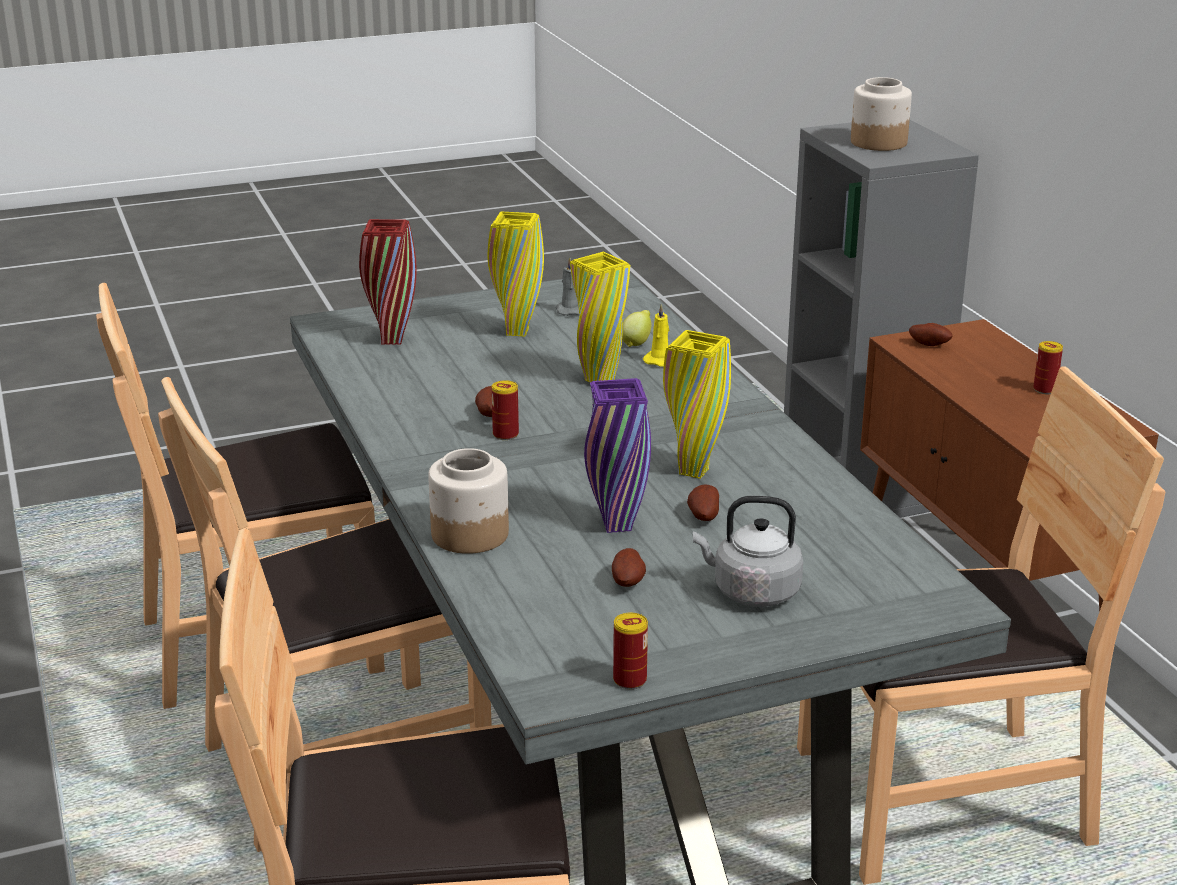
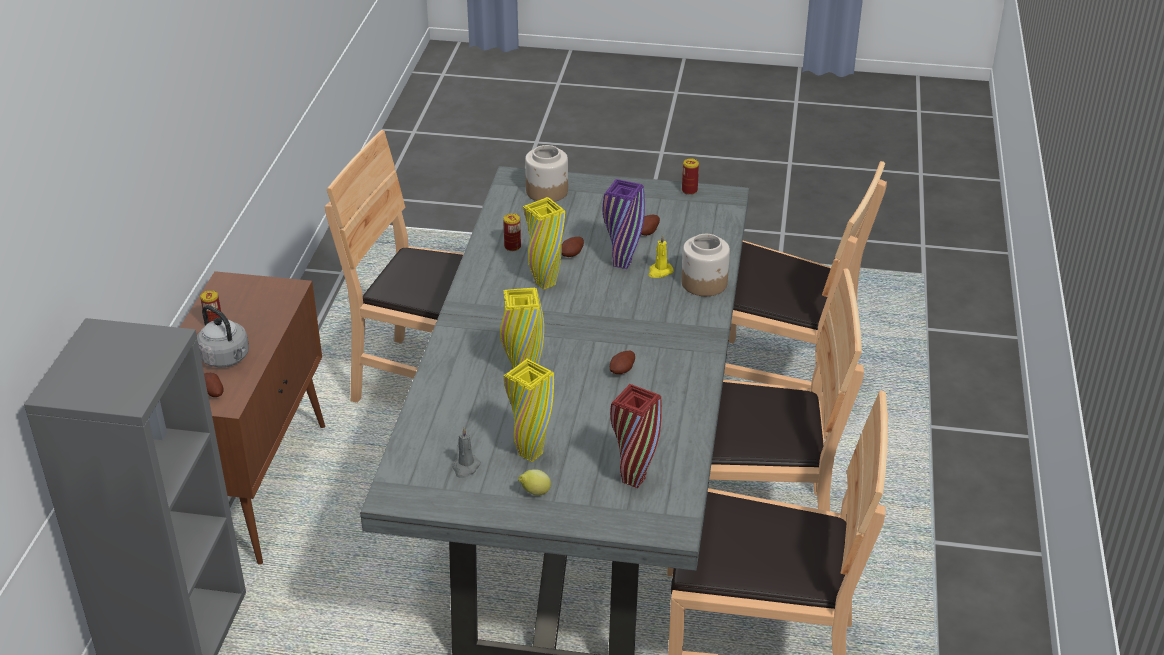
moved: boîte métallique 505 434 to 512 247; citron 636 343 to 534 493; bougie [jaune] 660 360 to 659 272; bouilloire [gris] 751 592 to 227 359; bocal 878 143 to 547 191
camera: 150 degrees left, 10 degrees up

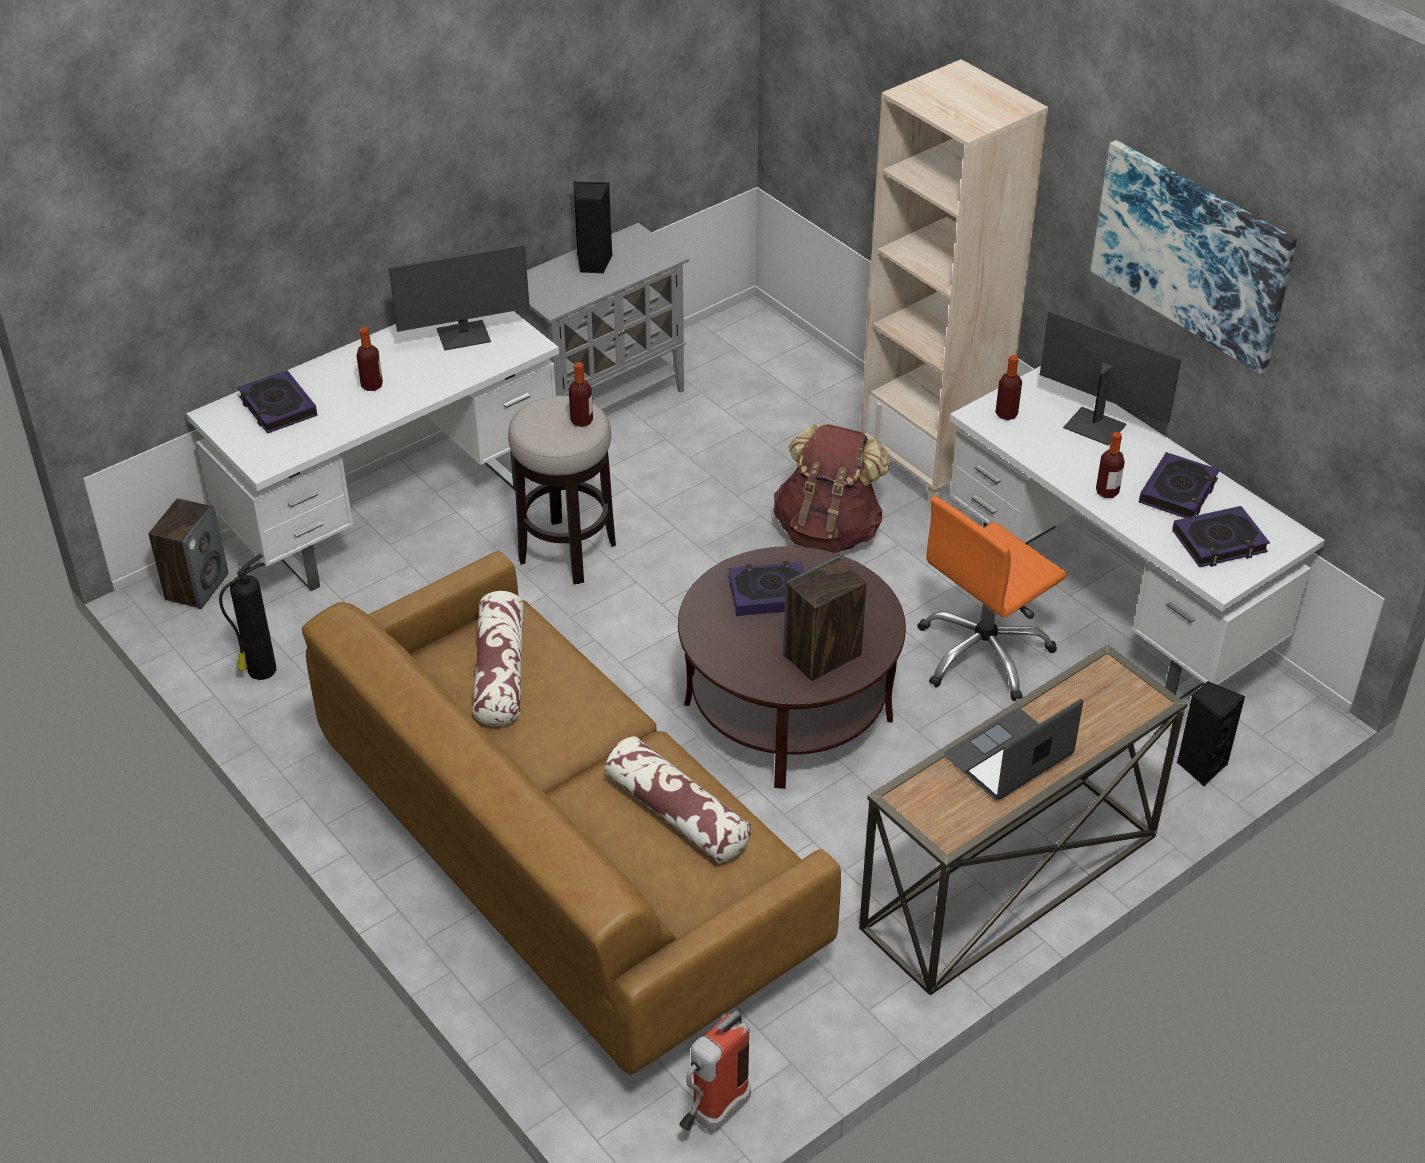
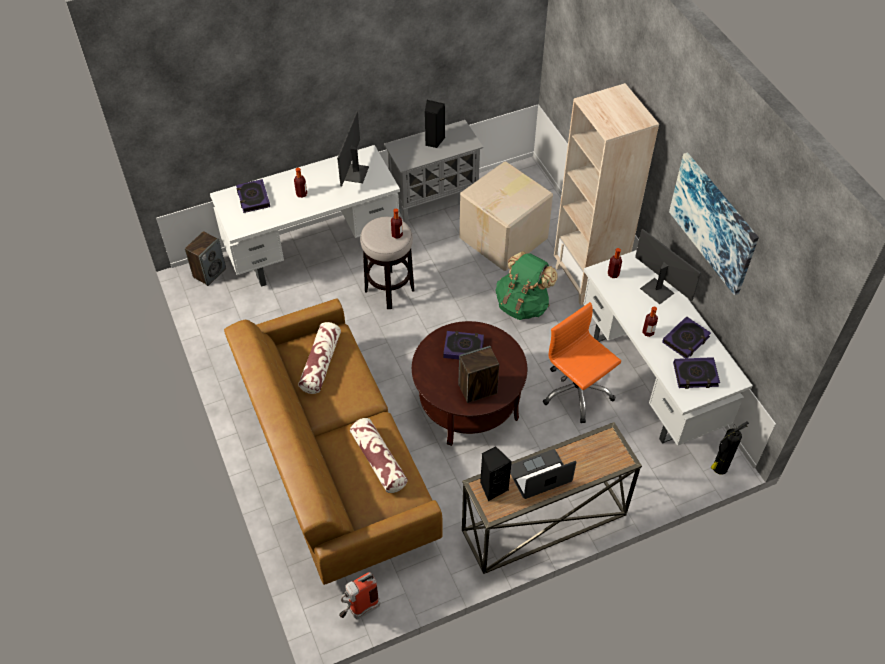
added: carton 505 238
moved: extincteur 260 671 to 719 468; enceinte [noir] 1200 766 to 493 487
recoloured: sac à dos [marron] 828 531 to sac à dos [vert] 523 304
turned: écran d'ordinateur 464 336 = 355 173 105 degrees clockwise; chaise de bureau [orange] 983 654 = 576 392 75 degrees clockwise
camera: 15 degrees right, 10 degrees up

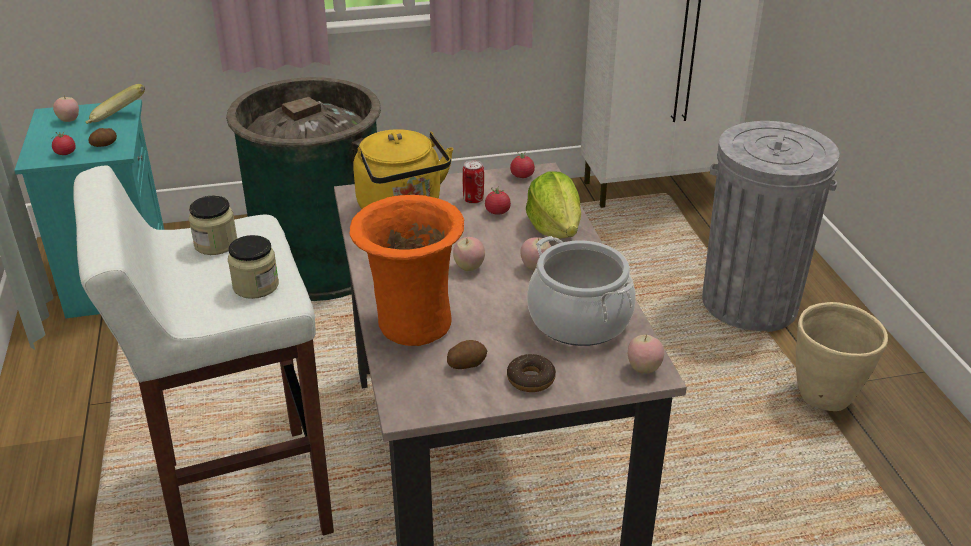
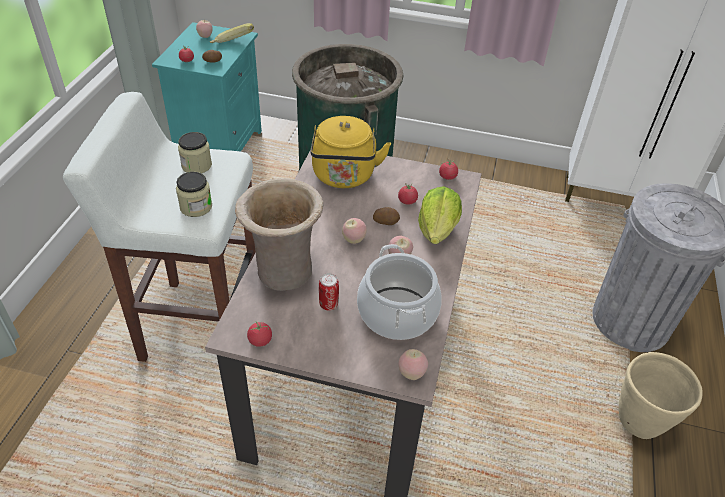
removed: beignet 531 379
added: tomate 260 340
moved: pomme de terre 466 364 to 385 221; boîte métallique 473 200 to 328 304
recoloured: vase [orange] 411 324 to vase [beige] 282 270
camera: 25 degrees right, 10 degrees up

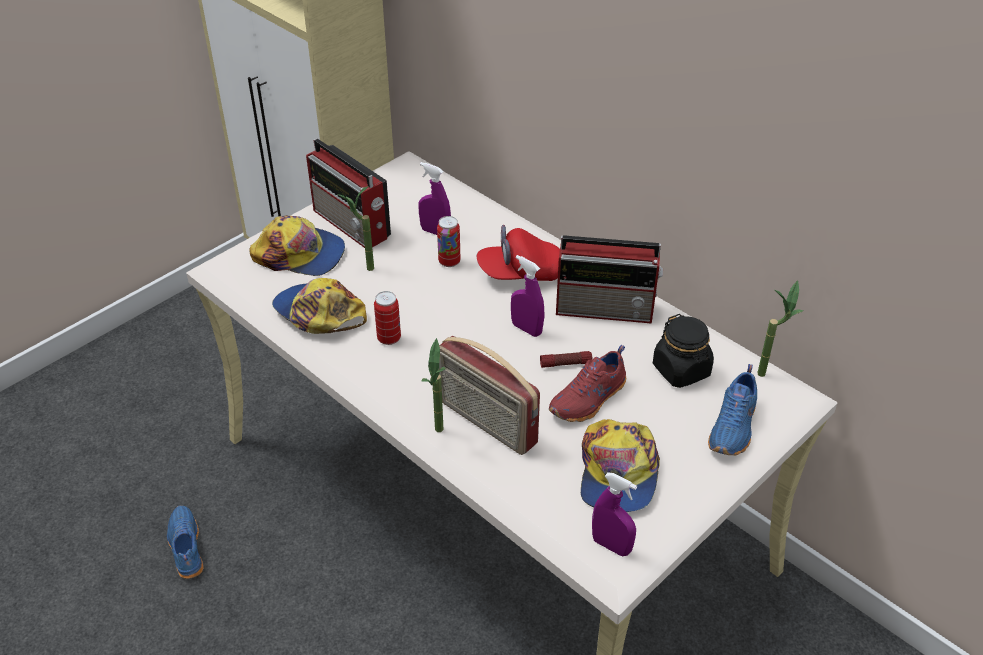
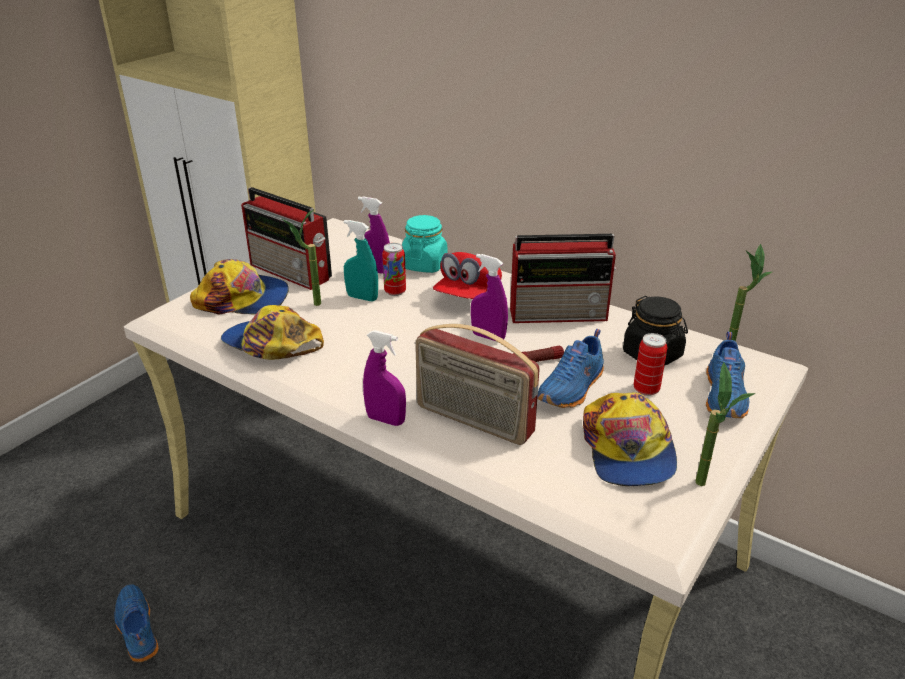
added: vaporisateur [turquoise] 362 298; bocal [turquoise] 424 264
moved: boîte métallique 389 338 to 646 389; plante en pot 440 436 to 706 489; vaporisateur [violet] 611 545 to 385 420
recoloured: chaussure [rouge] 589 400 to chaussure [bleu] 572 389
turned: casquette [rouge] 520 273 = 467 294 45 degrees counterclockwise
camera: 10 degrees left, 10 degrees down

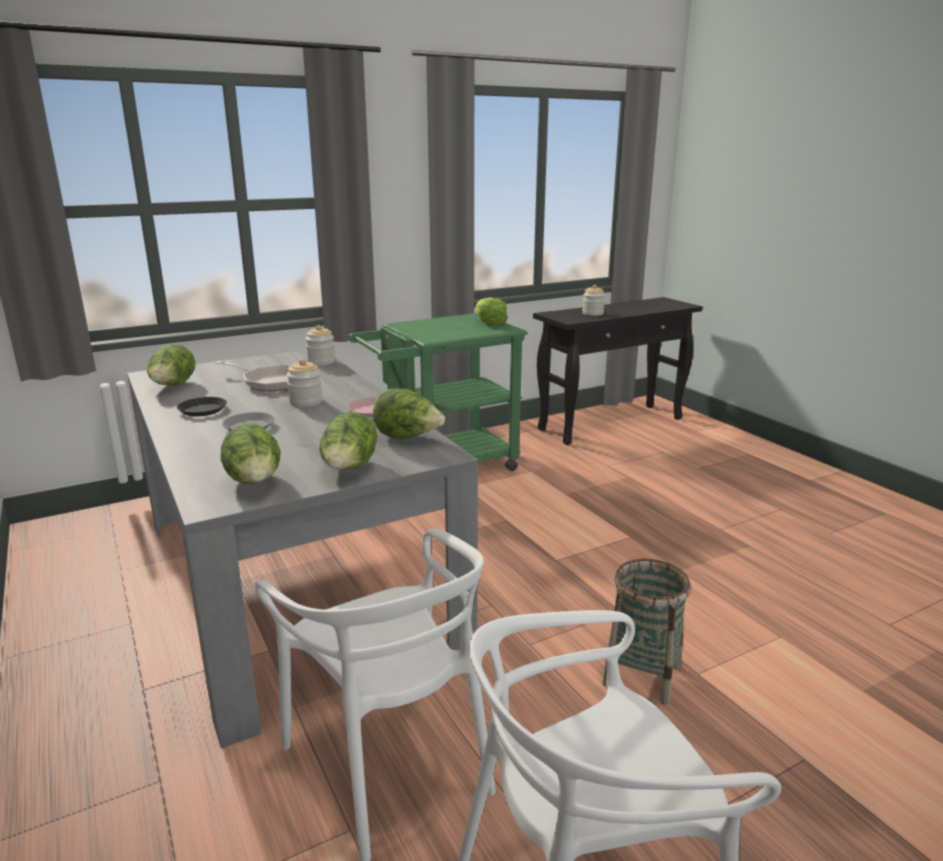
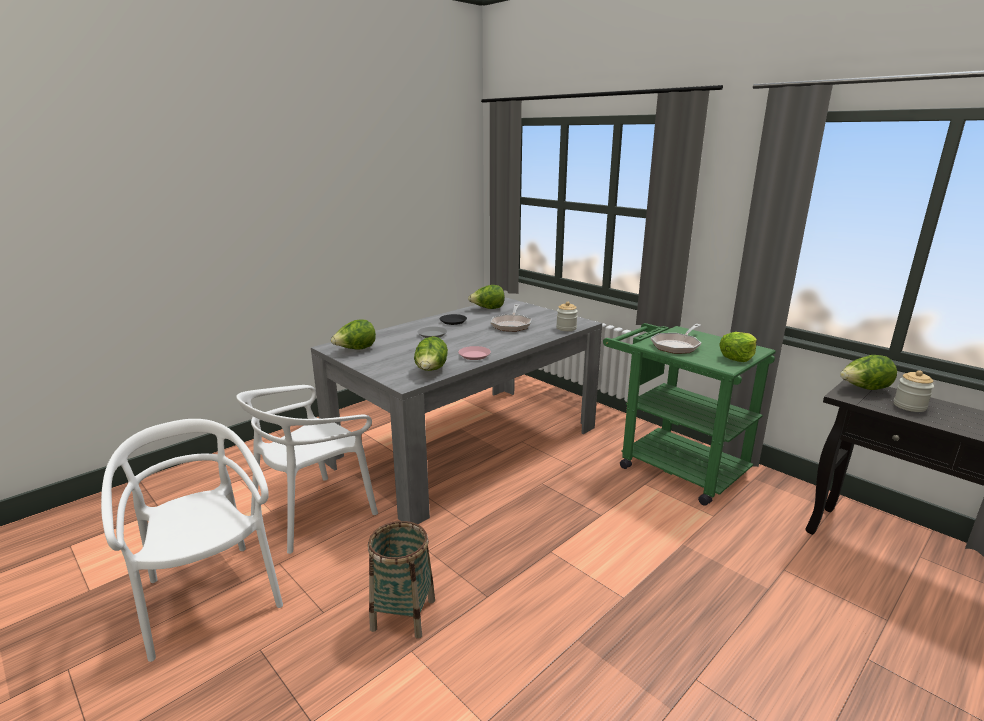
removed: bocal 306 402
added: poêle 677 345
moved: laitue 349 469 to 864 389
camera: 75 degrees right, 0 degrees up

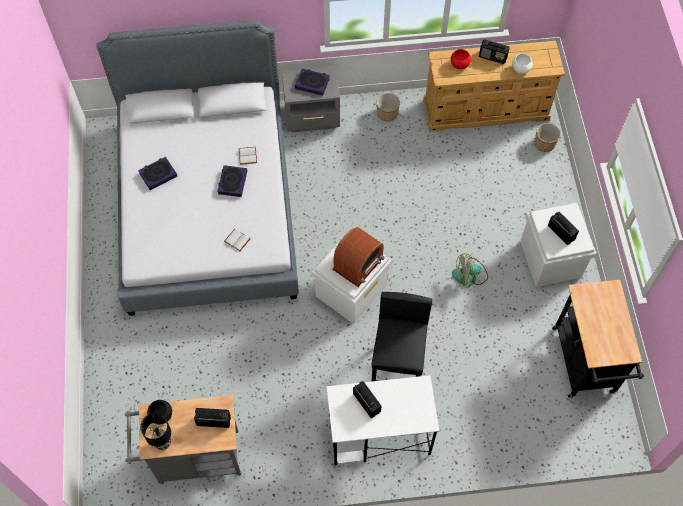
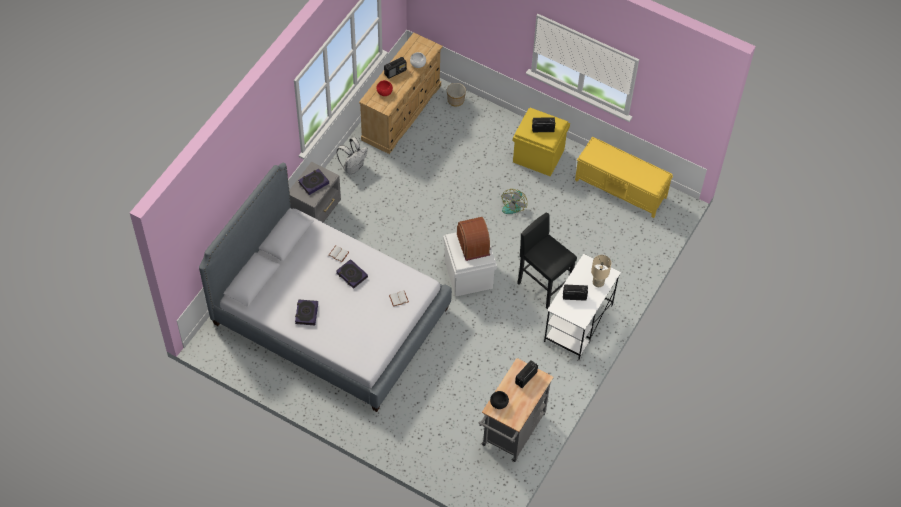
removed: lampe de table [noir] 162 442
added: lampe de table [beige] 598 283
replaced: cache-pot 387 113 to sac à dos [blanc] 353 167; chariot [noir] 585 365 to banc [jaune] 621 188
recoloured: boîte de rangement [blanc] 549 258 to boîte de rangement [jaune] 538 156
camera: 55 degrees left, 5 degrees down

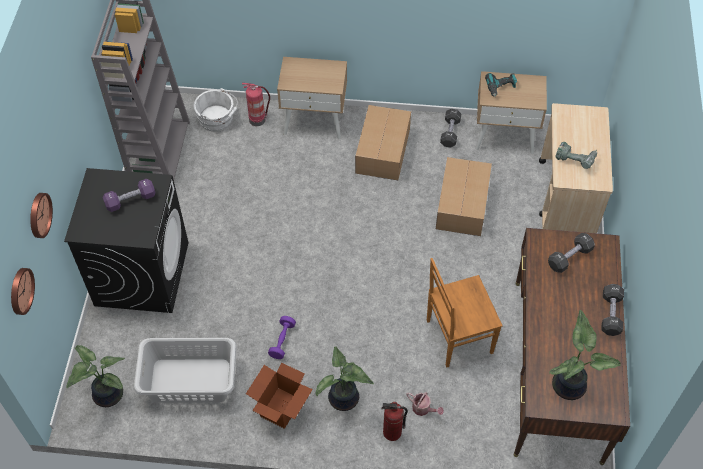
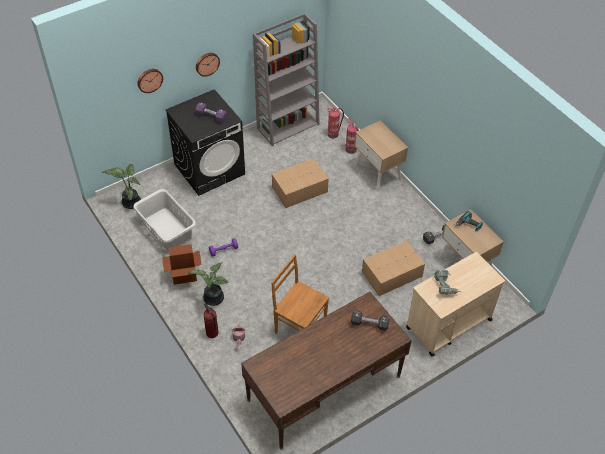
removed: plante en pot 570 384; haltère [noir] 610 314
moved: horloge murale 20 291 to 207 63; carton 383 150 to 300 189
replaced: seau [blanc] 217 119 to extincteur 333 134
camera: 50 degrees right, 5 degrees down

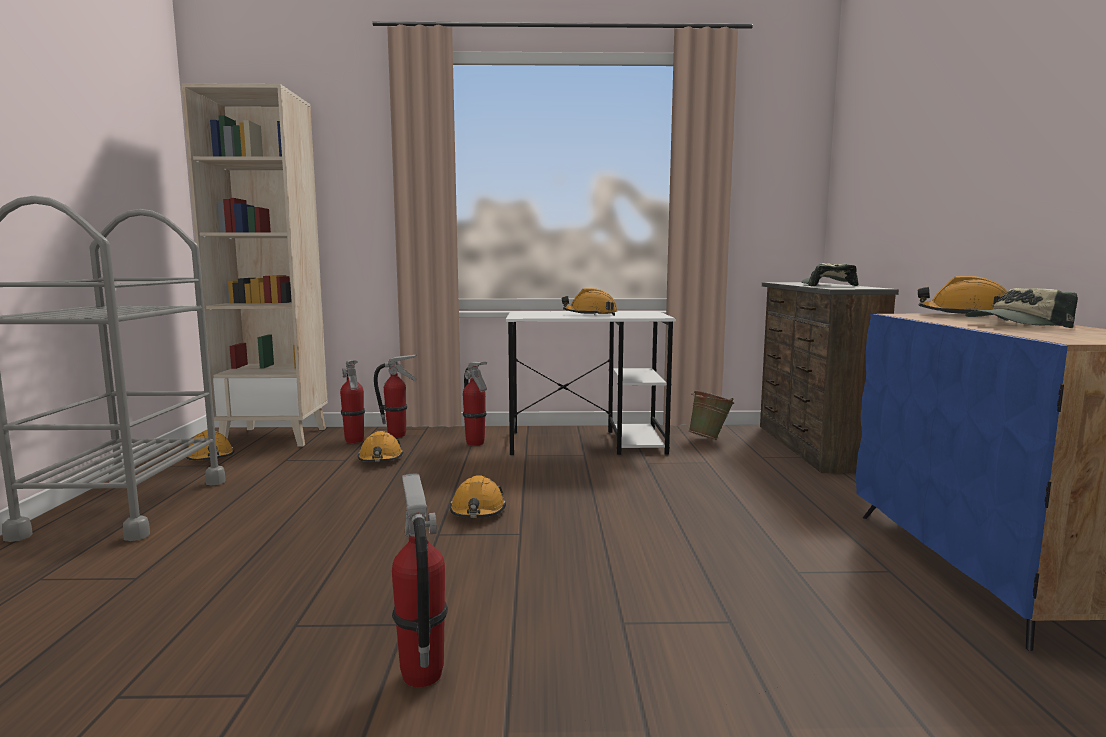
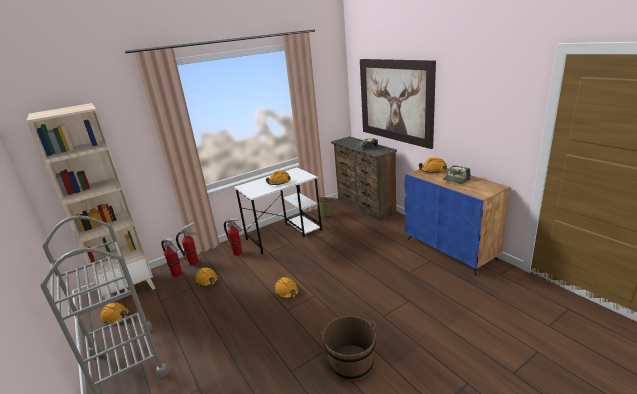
added: tableau 395 101
replaced: extincteur 422 674 to seau [marron] 351 363
camera: 30 degrees left, 15 degrees up

